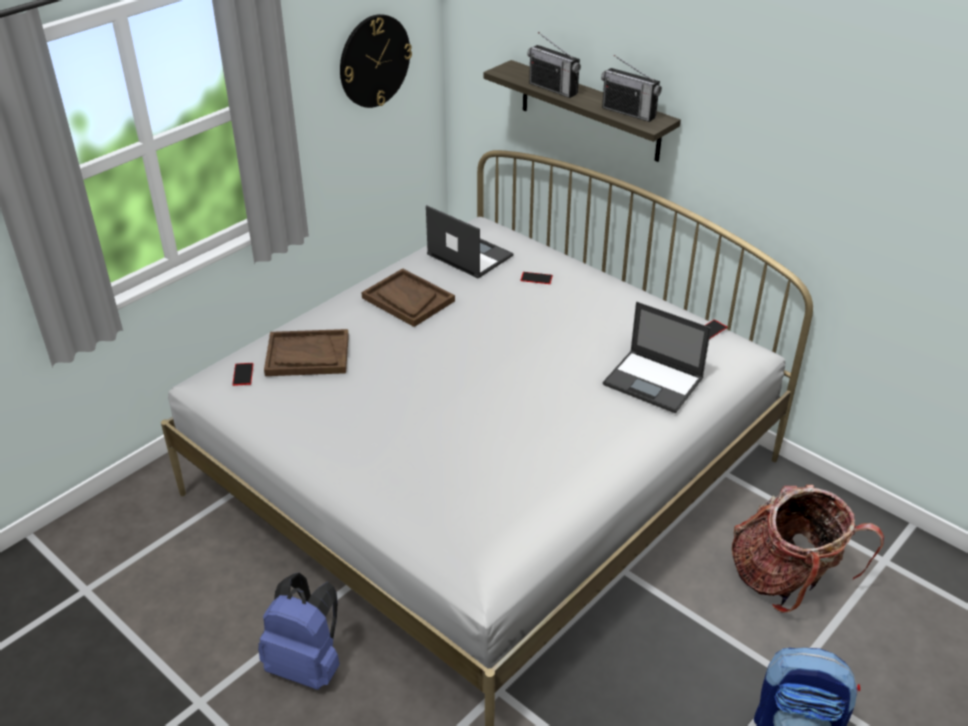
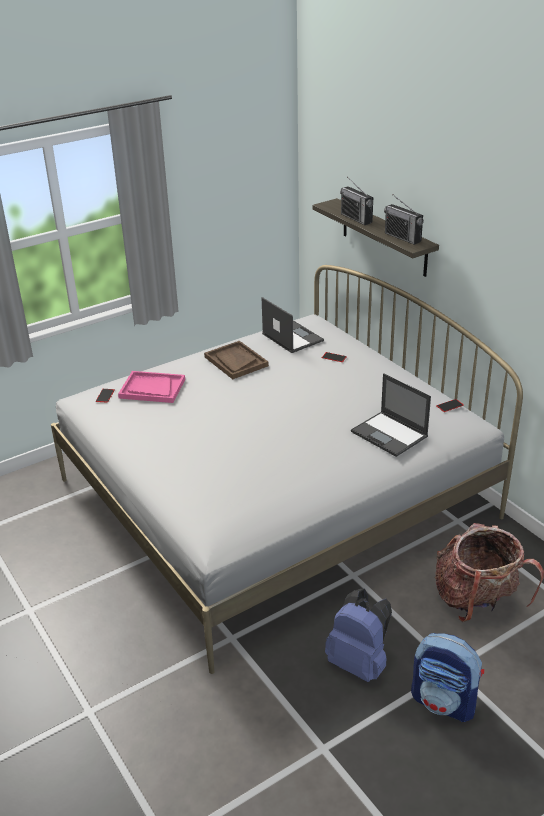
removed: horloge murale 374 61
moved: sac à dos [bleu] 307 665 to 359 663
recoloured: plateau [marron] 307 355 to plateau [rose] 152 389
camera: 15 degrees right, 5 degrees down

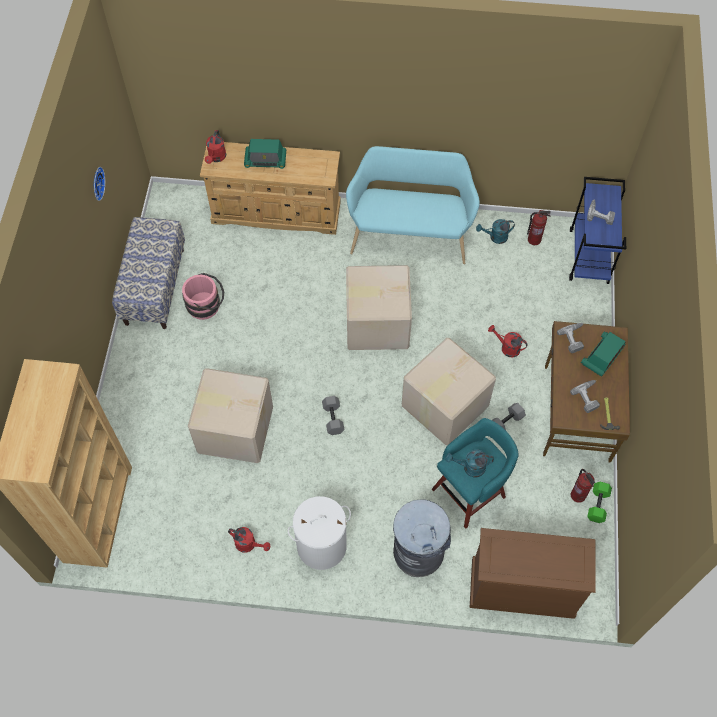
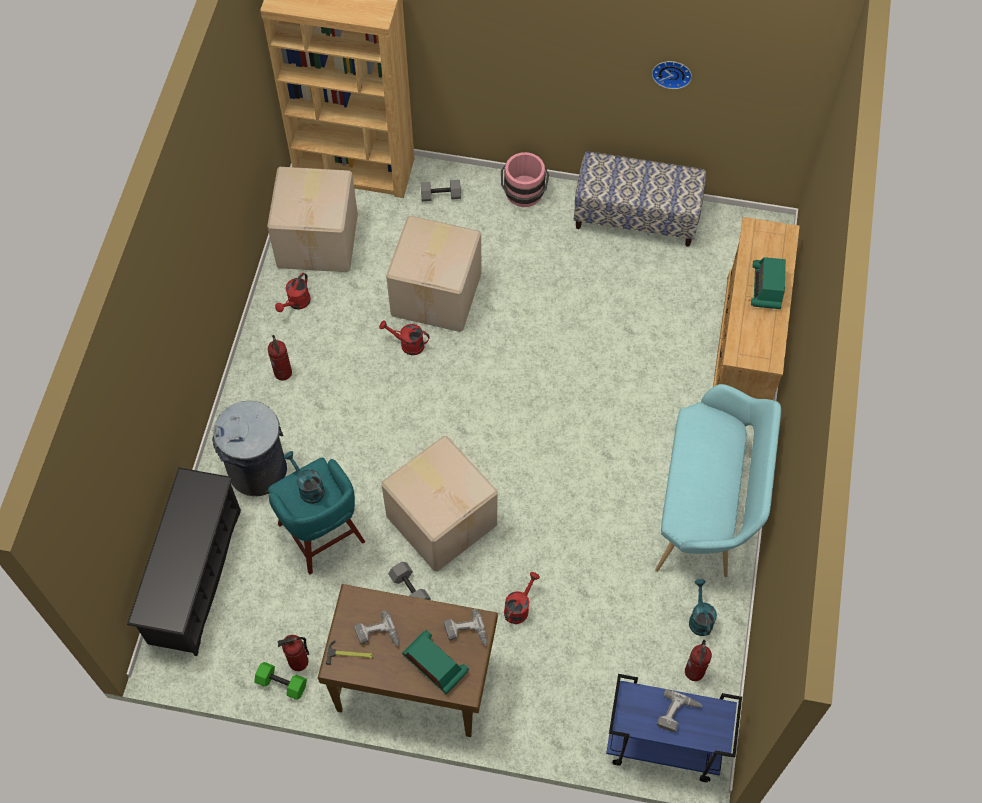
moved: seau [rose] 207 306 to 524 195; arrosoir [rouge] 216 158 to 407 344; haltère [gris] 333 419 to 440 196; carton 376 323 to 319 240
replaced: panier à linge [blanc] 321 545 to extincteur 283 373; commode [marron] 522 588 to étagère à chaussures [noir] 195 576
turned: arrosoir [turquoise] 470 468 = 308 488 45 degrees counterclockwise
camera: 95 degrees right, 0 degrees up

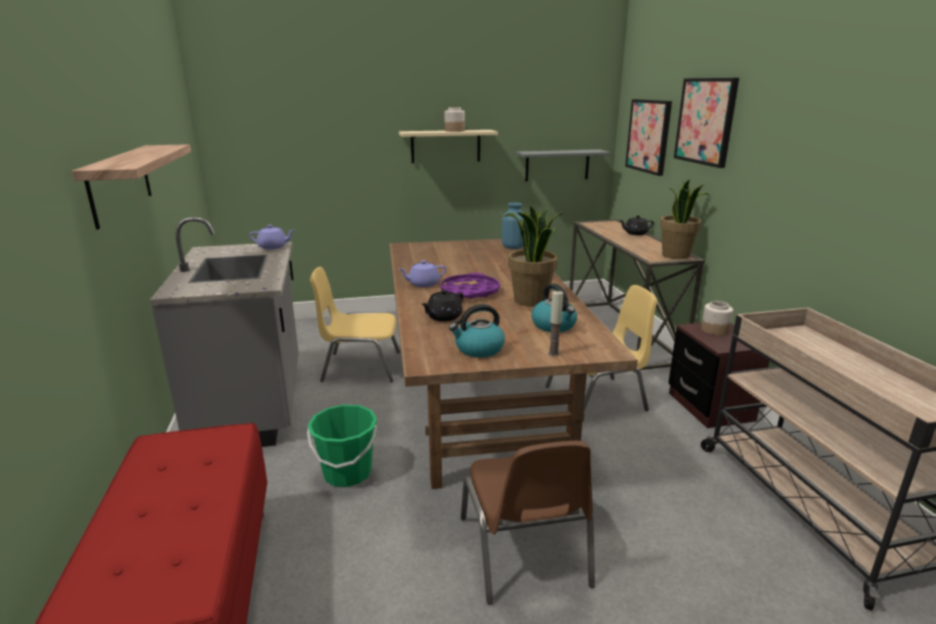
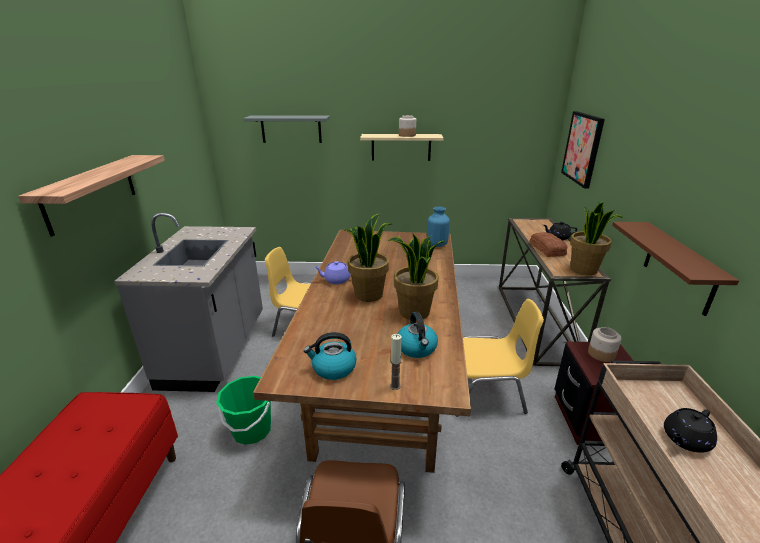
removed: théière [violet] 273 247; tableau 706 121
added: pain 547 249; étagère [marron] 679 267
moved: théière [noir] 443 317 to 685 440; étagère [gris] 557 165 to 291 129
replaced: plateau [violet] 469 292 to plante en pot 368 294
camera: 15 degrees right, 5 degrees up

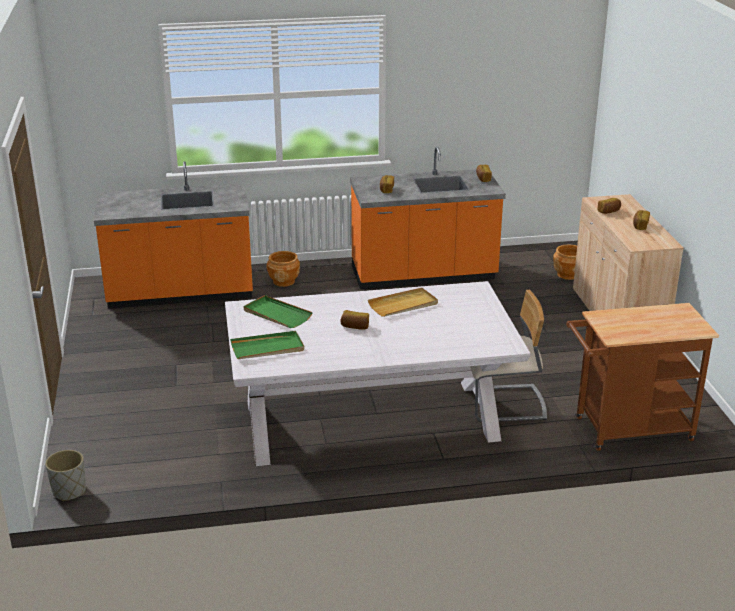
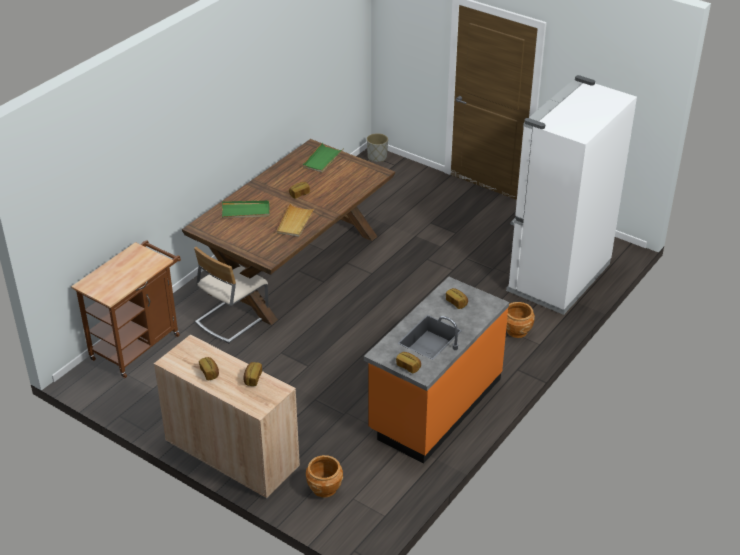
moved: plateau [vert] 277 314 to 246 211
replaced: comptoir de cuisine [orange] 180 293 to réfrigérateur [blanc] 556 277
recoloured: table à manger [blanc] 370 421 to table à manger [marron] 295 263
camera: 135 degrees right, 10 degrees up

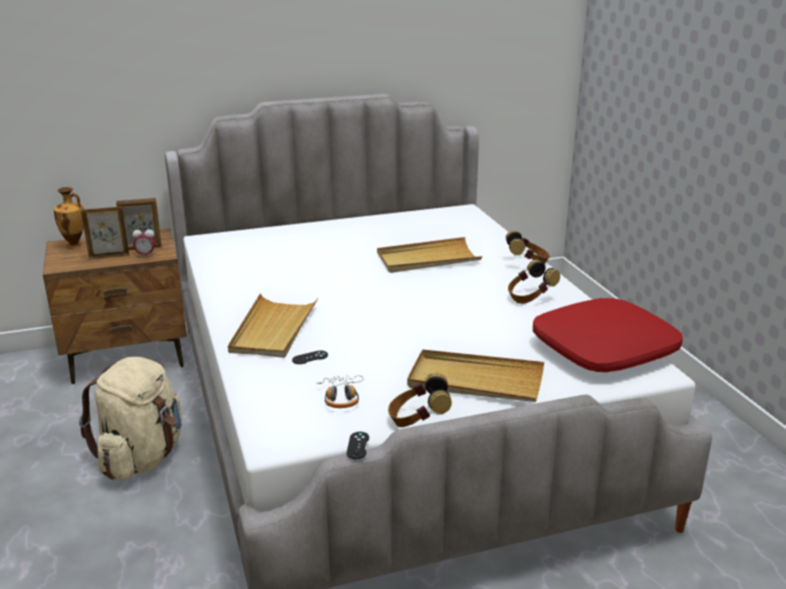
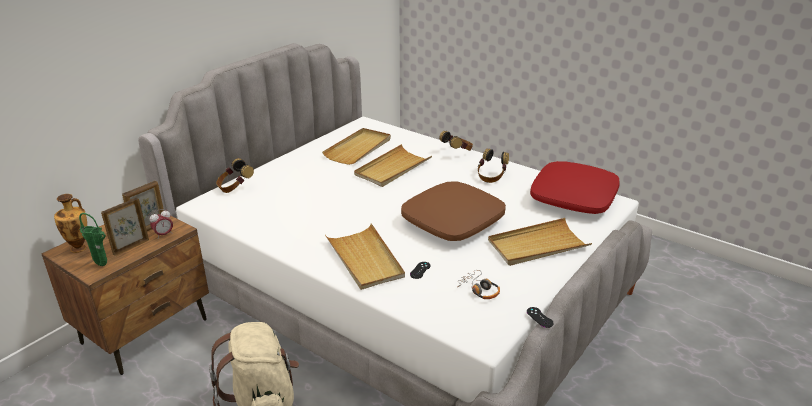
added: vase [vert] 103 265; plateau [beige] 358 148; coussin [marron] 452 220
moved: casque audio 418 421 to 235 187
camera: 35 degrees left, 5 degrees up

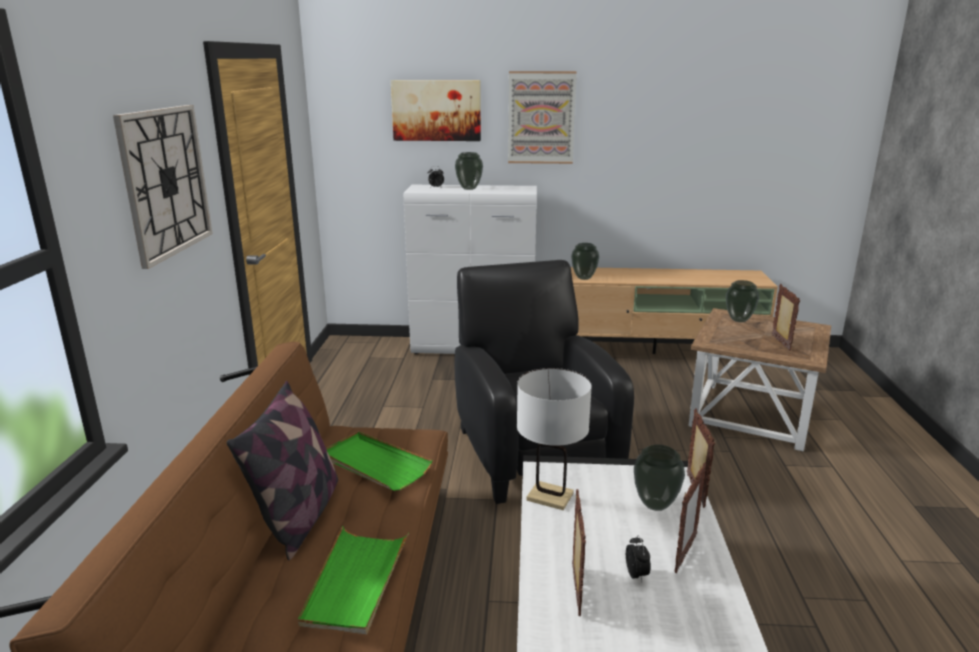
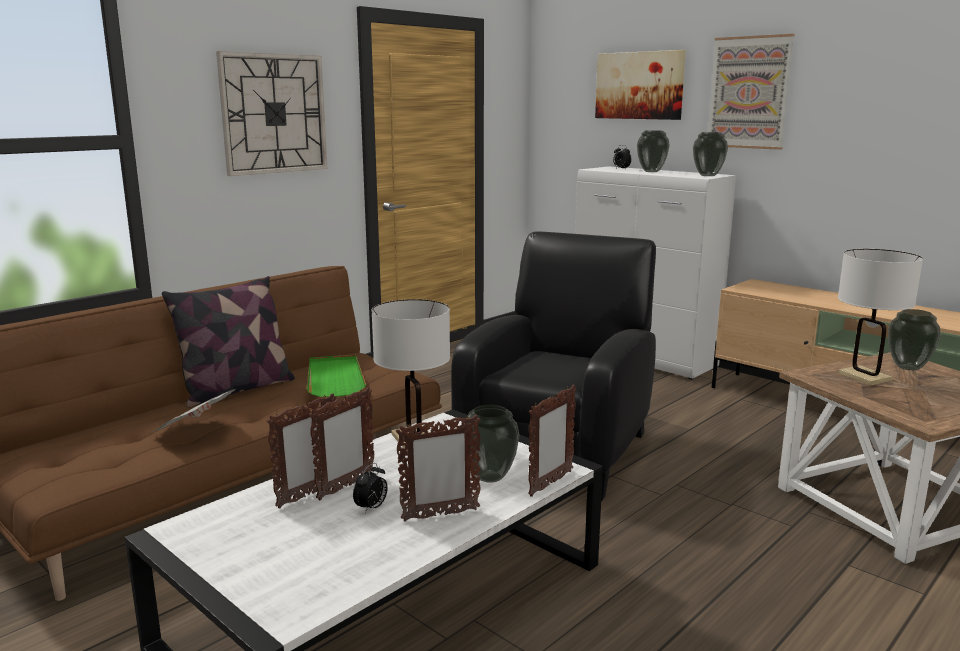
added: lampe de table [blanc] 864 377
moved: vase 583 278 to 707 175; cadre photo 780 343 to 345 487
replaced: plateau [vert] 355 582 to journal 196 431
camera: 40 degrees right, 5 degrees down

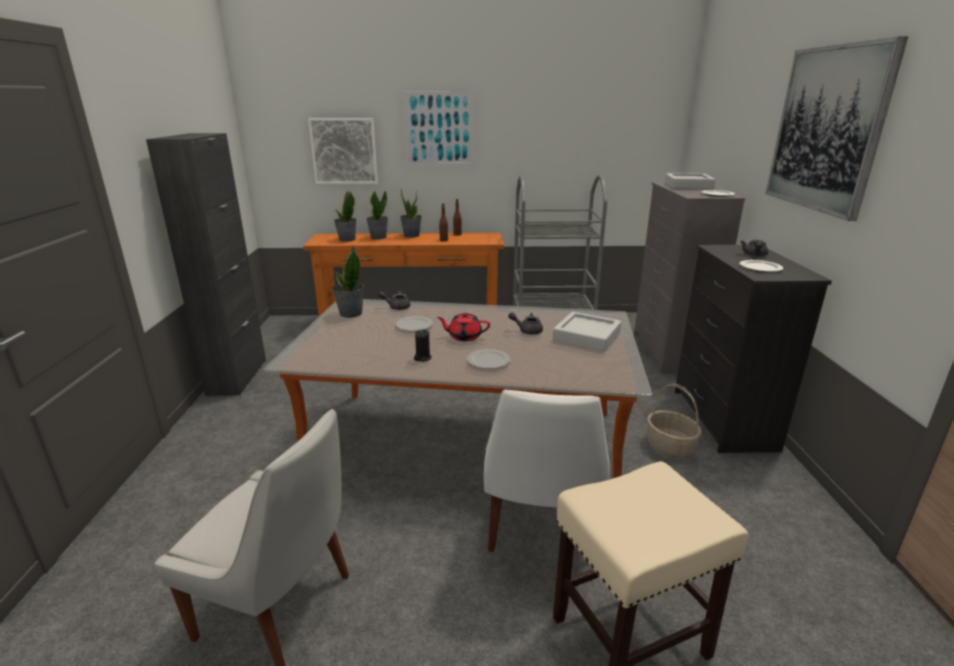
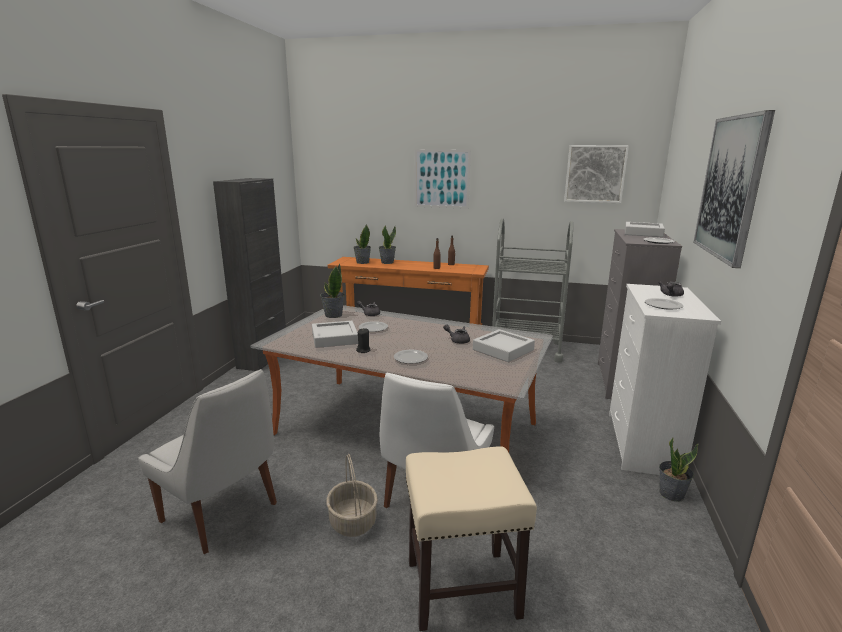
removed: théière [rouge] 464 337
added: plateau [gris] 334 338
moved: tableau 344 151 to 595 174; plante en pot 411 235 to 671 494; panier 670 446 to 353 522
recoloured: commode [noir] 723 419 to commode [blanc] 642 444
camera: 15 degrees right, 5 degrees down

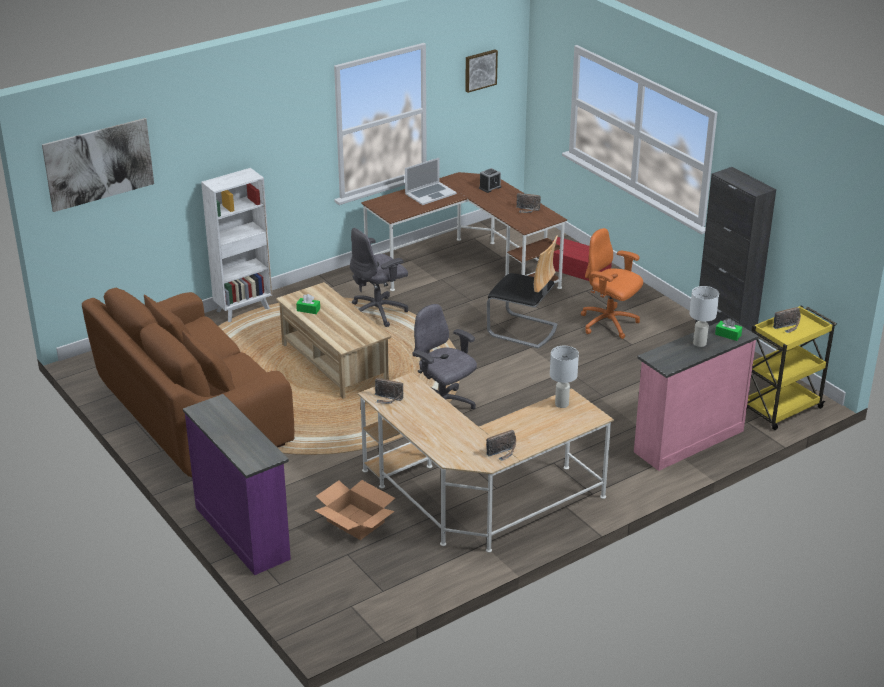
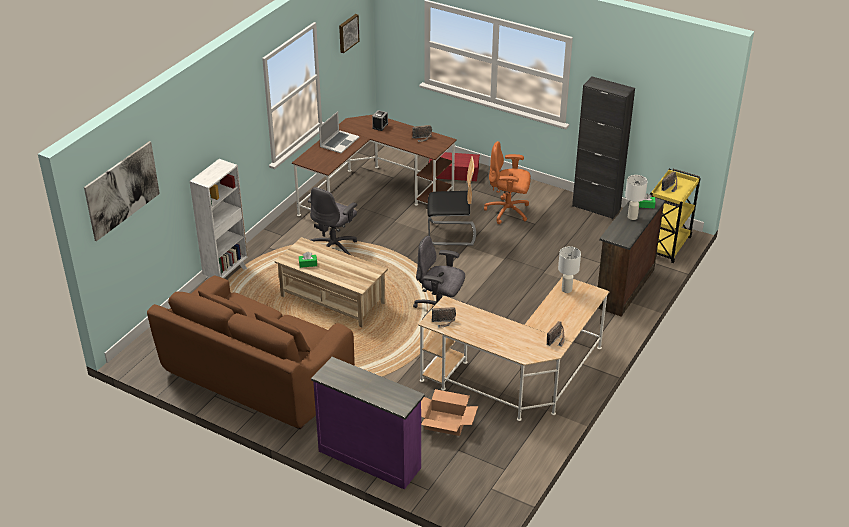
recoloured: commode [rose] 687 440 to commode [marron] 623 288
camera: 25 degrees left, 5 degrees up

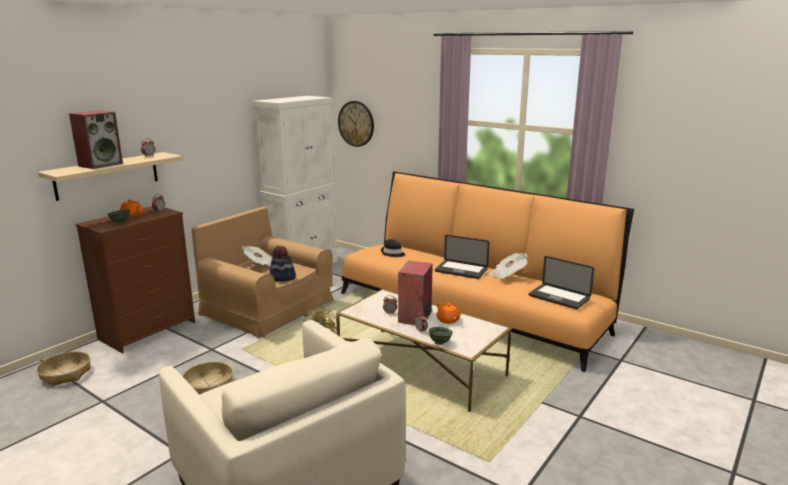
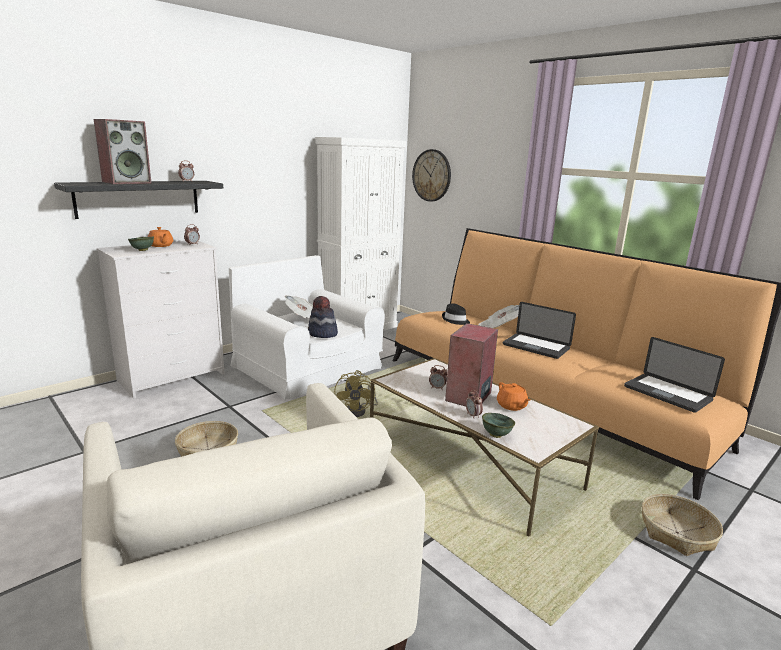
moved: panier 65 374 to 676 533; journal 507 275 to 498 327
recoloured: étagère [beige] 107 175 to étagère [noir] 138 198; commode [marron] 148 330 to commode [blanc] 172 377; fauteuil [marron] 267 308 to fauteuil [blanc] 306 367
camera: 10 degrees right, 0 degrees up

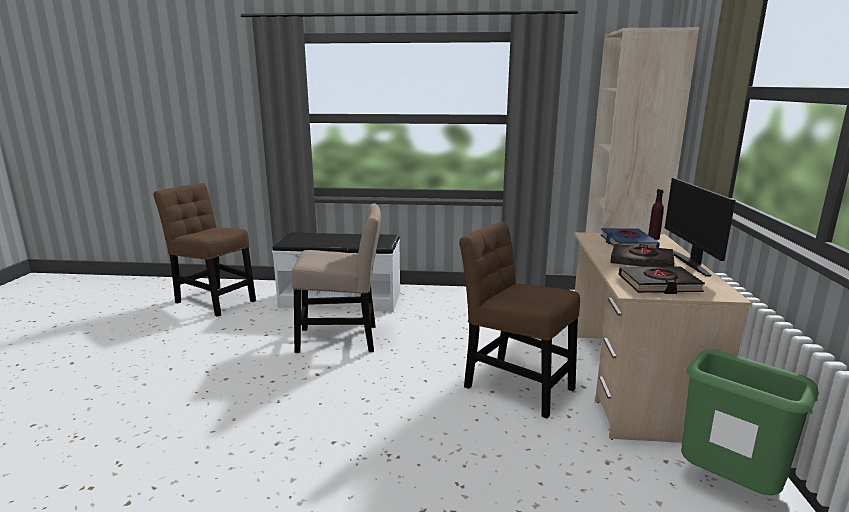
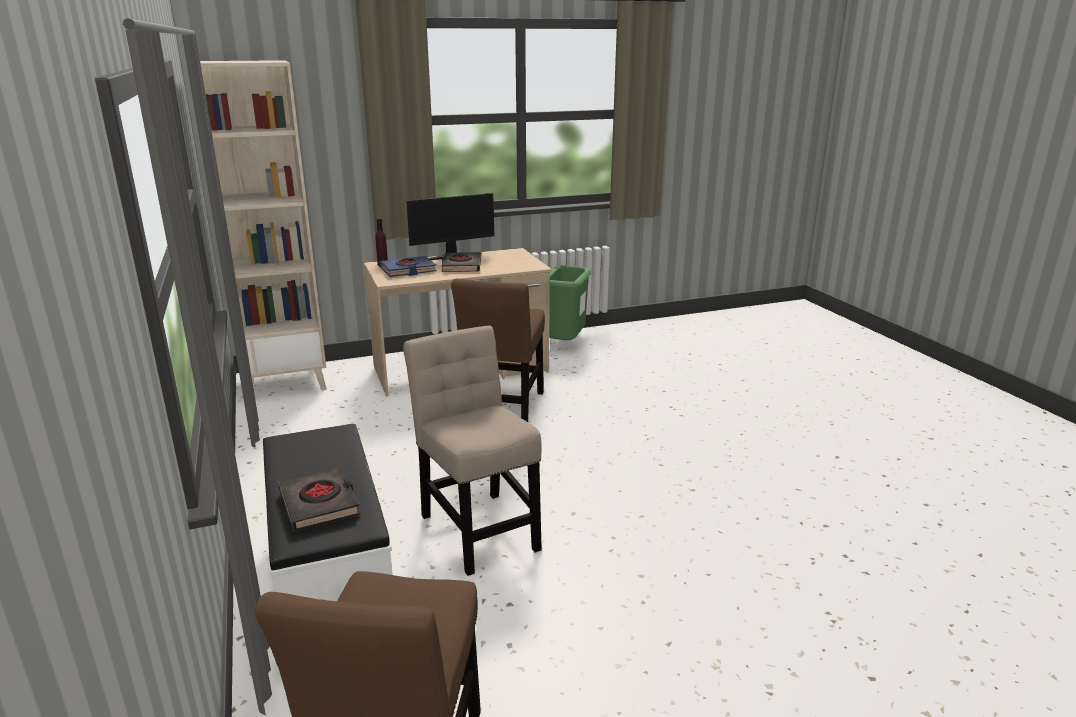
moved: livre [noir] 659 284 to 319 503
camera: 115 degrees left, 5 degrees up

